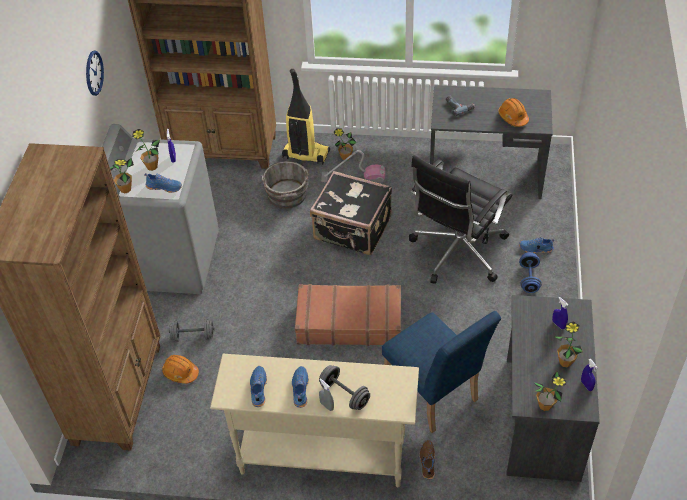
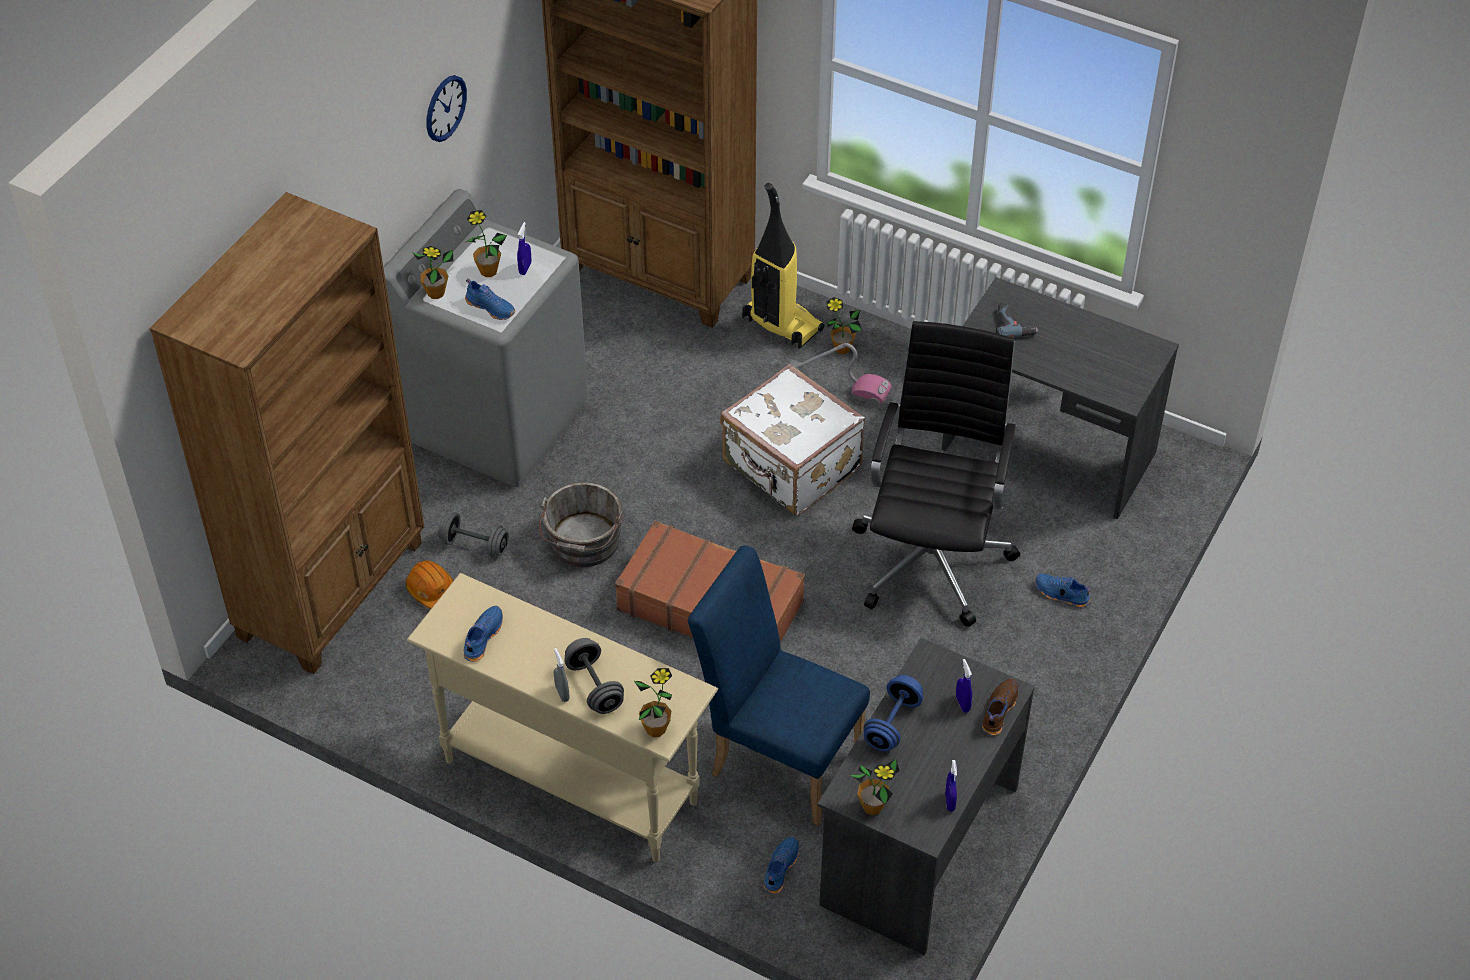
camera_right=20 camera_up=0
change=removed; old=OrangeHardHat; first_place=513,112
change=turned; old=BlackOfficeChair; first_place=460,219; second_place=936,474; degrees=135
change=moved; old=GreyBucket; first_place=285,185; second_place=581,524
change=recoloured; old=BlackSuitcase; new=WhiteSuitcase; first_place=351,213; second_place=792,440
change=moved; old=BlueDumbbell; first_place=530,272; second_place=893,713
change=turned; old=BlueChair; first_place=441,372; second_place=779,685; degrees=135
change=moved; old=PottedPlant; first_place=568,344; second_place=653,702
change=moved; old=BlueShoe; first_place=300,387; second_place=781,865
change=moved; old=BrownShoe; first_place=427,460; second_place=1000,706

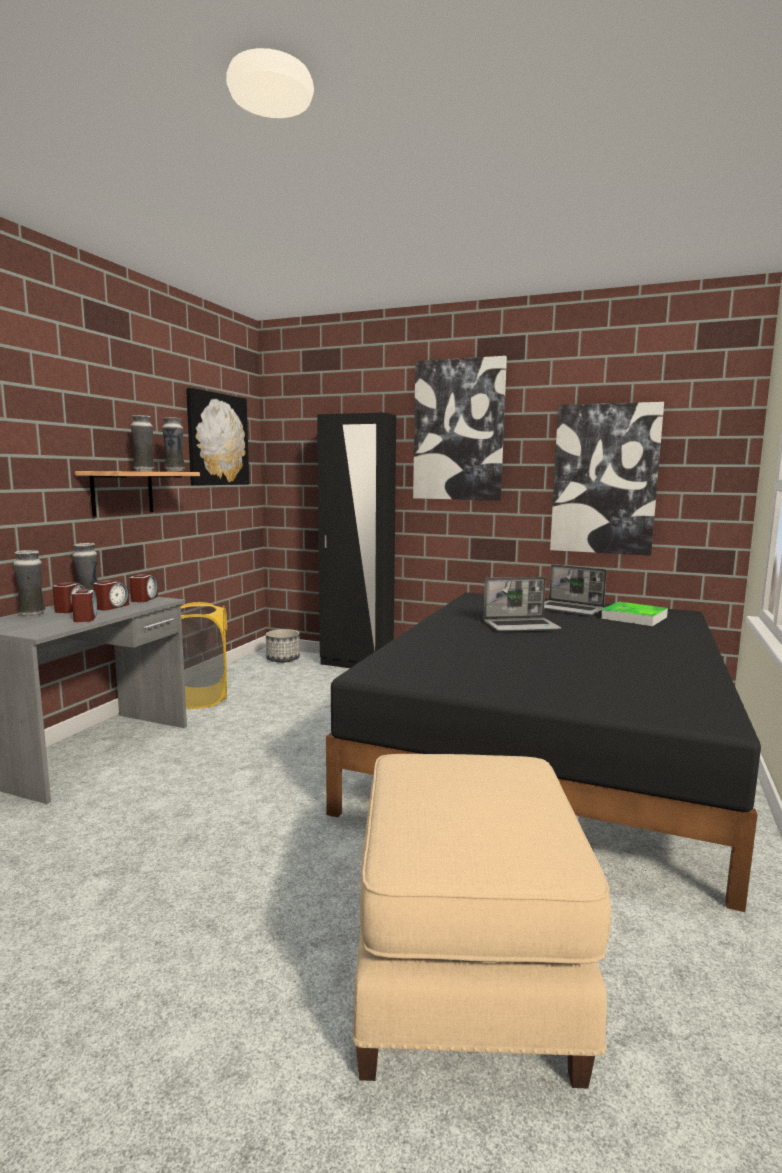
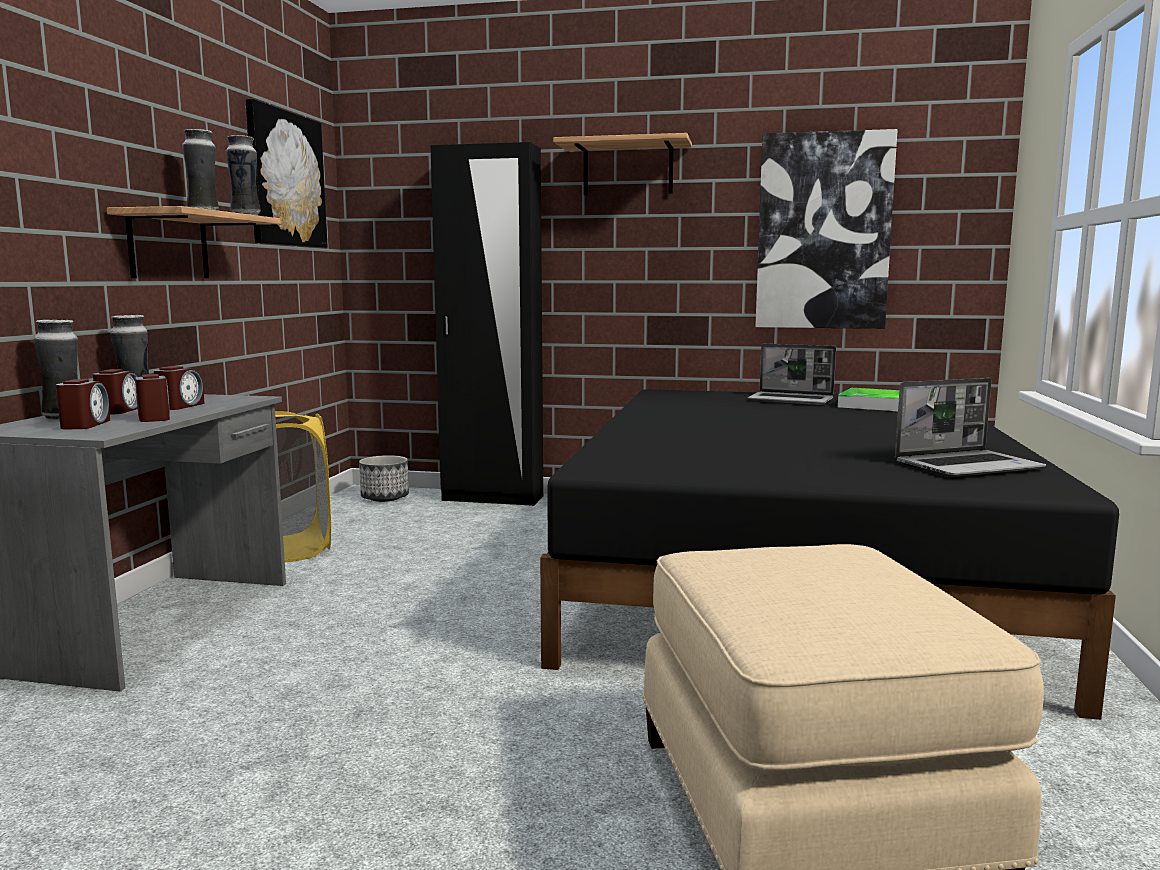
camera_right=-10 camera_up=0
change=replaced; old=Picture; new=Shelf; first_place=460,428; second_place=622,164
change=moved; old=AlarmClock; first_place=144,588; second_place=83,404
change=moved; old=Laptop; first_place=522,604; second_place=970,427

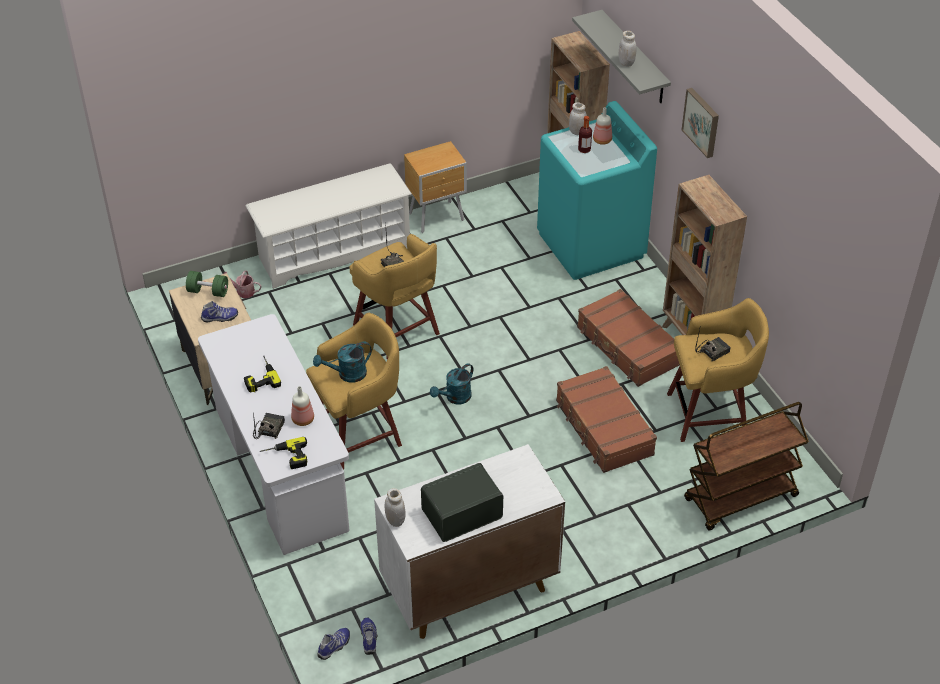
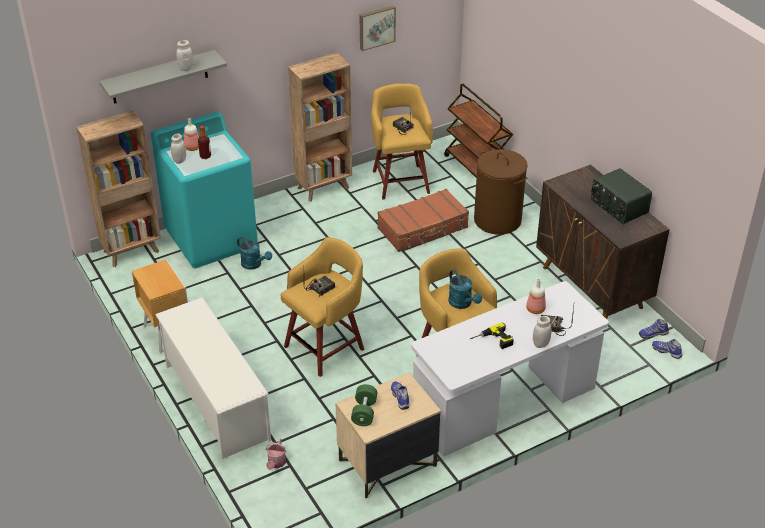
camera_right=-95 camera_up=-5
change=moved; old=Picture; first_place=700,123; second_place=378,28
change=removed; old=BrownSuitcase; first_place=628,338
change=moved; old=TurquoiseWateringCan; first_place=451,383; second_place=254,253
change=removed; old=PowerDrill; first_place=283,453
change=recoloured; old=WhiteCabinet; new=BrownCabinet; first_place=469,541; second_place=603,242
change=moved; old=WhiteJar; first_place=395,507; second_place=542,332
change=added; new=BrownLaundryBasket; second_place=501,192

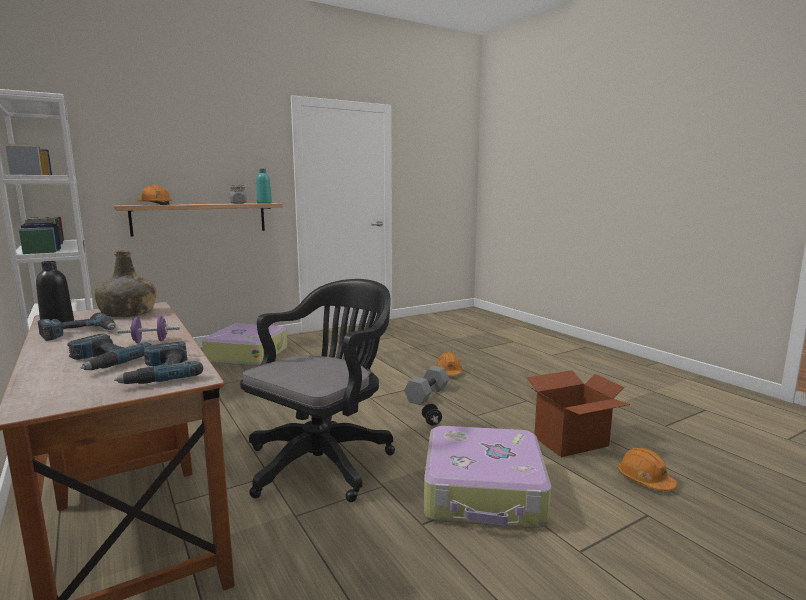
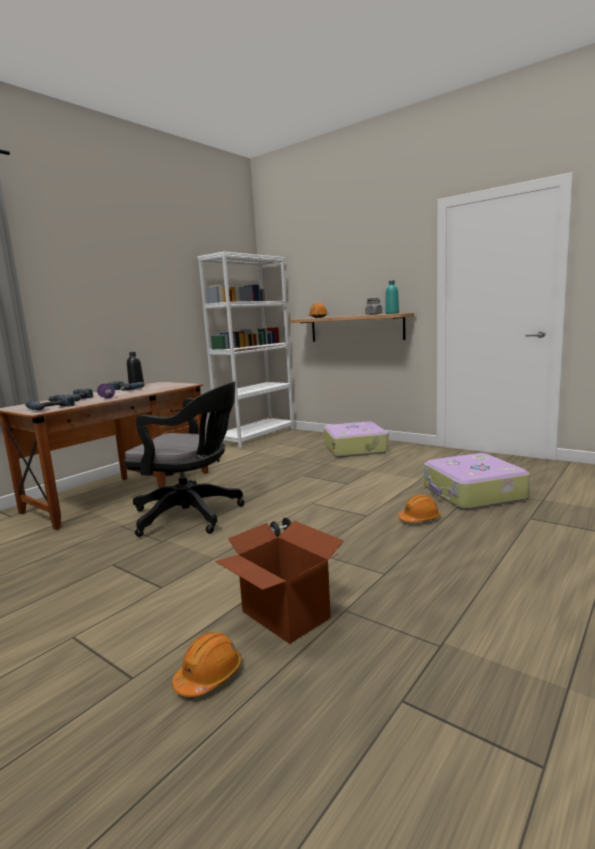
camera_right=70 camera_up=0
change=removed; old=GreenBottle; first_place=125,284
change=removed; old=GreyDumbbell; first_place=426,385
change=moved; old=Suitcase; first_place=487,477; second_place=477,481

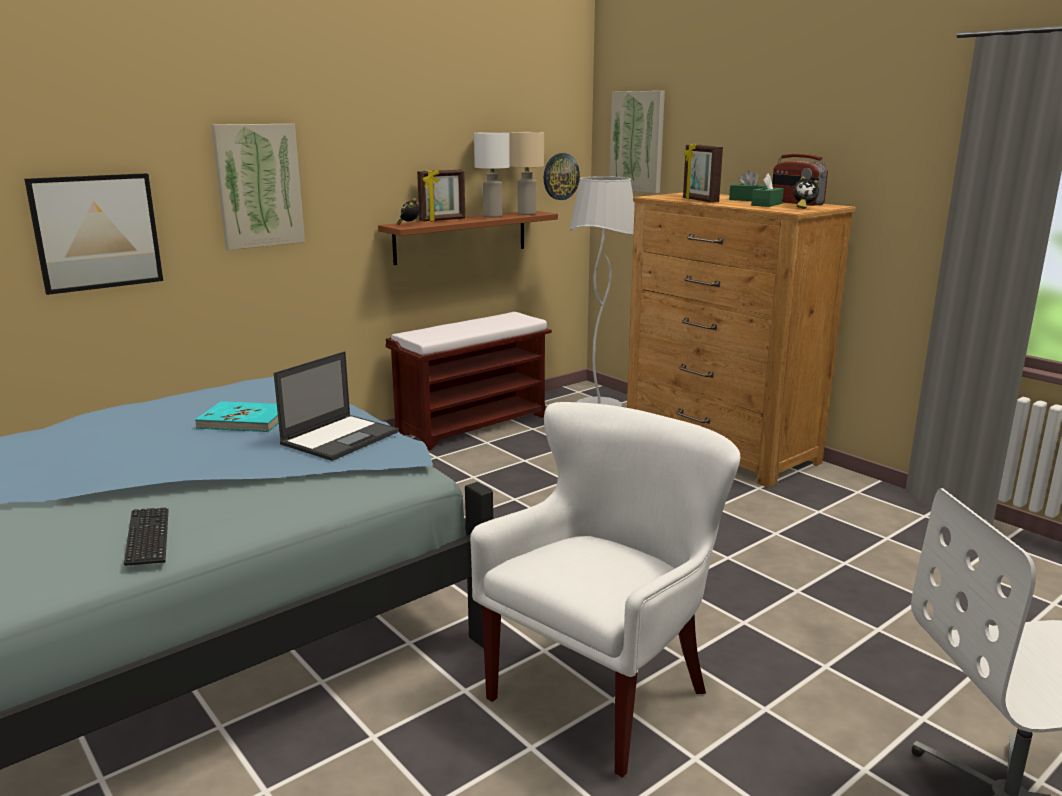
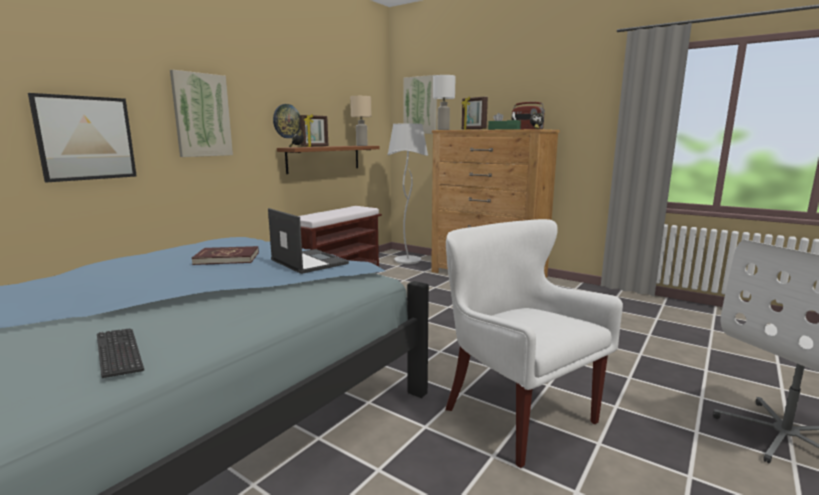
camera_right=-15 camera_up=-5
change=moved; old=WhiteTableLamp; first_place=492,175; second_place=444,102
change=moved; old=WallClock; first_place=562,176; second_place=286,121
change=turned; old=Laptop; first_place=336,406; second_place=308,241; degrees=-60
change=recoloured; old=TurquoiseBook; new=RedBook; first_place=237,416; second_place=225,255
change=turned; old=WhiteArmchair; first_place=605,590; second_place=534,343; degrees=-60
change=moved; old=Keyboard; first_place=146,537; second_place=120,353

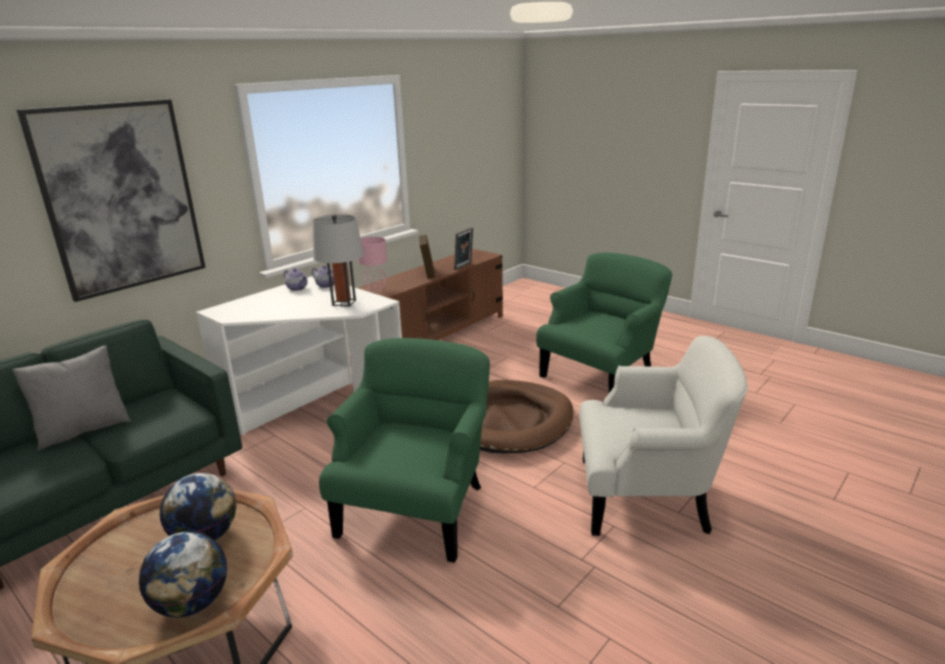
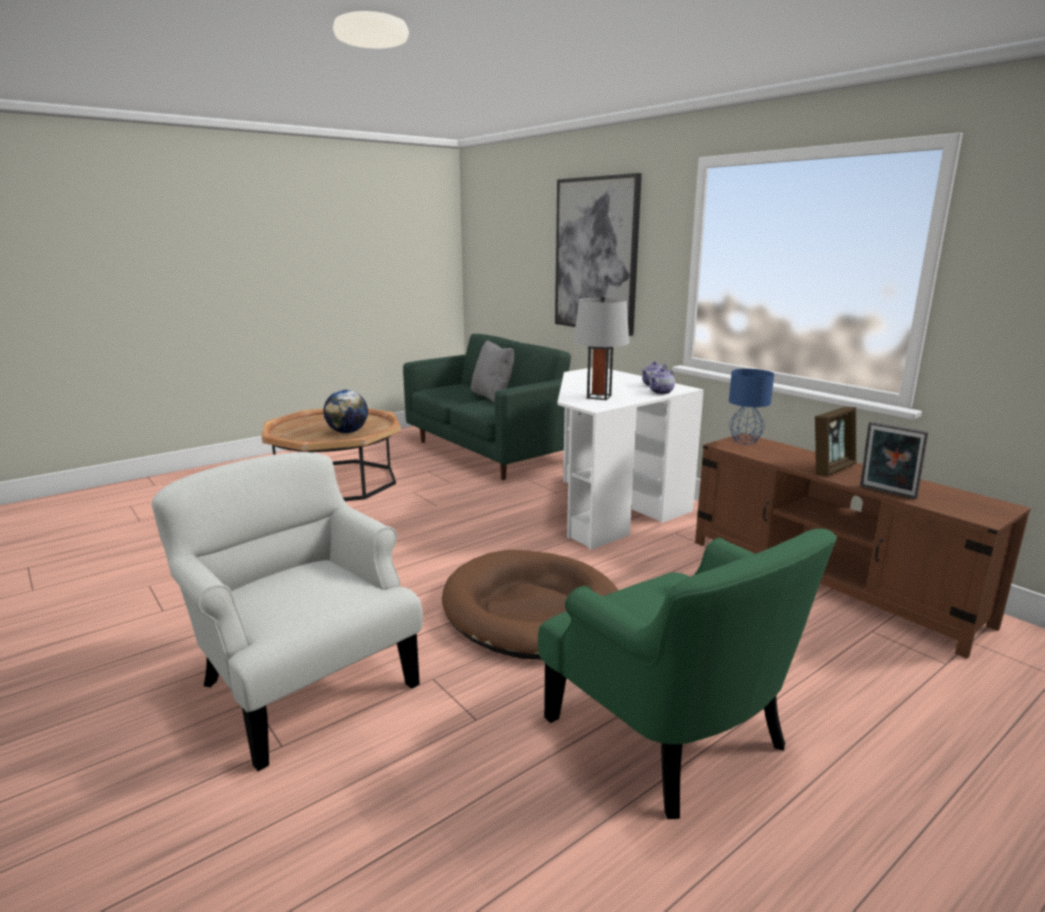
camera_right=100 camera_up=-5
change=turned; old=PictureFrame; first_place=427,257; second_place=836,441; degrees=-45
change=recoloured; old=PinkTableLamp; new=BlueTableLamp; first_place=372,264; second_place=751,407
change=turned; old=WhiteArmchair; first_place=663,436; second_place=287,611; degrees=120
change=removed; old=GreenArmchair; first_place=404,450
change=removed; old=Globe; first_place=183,574

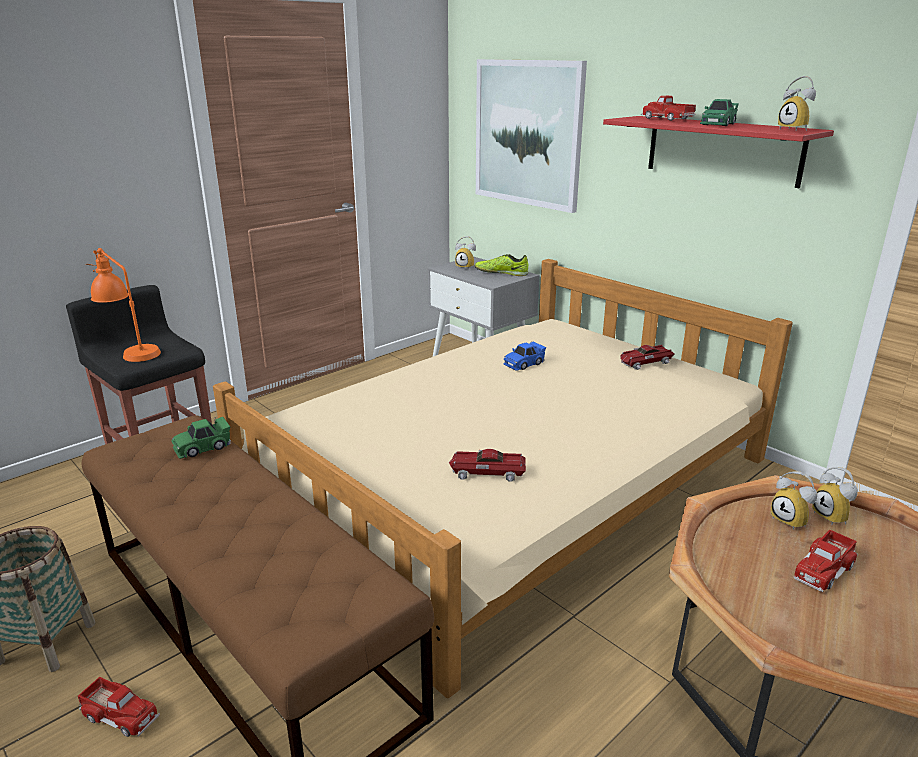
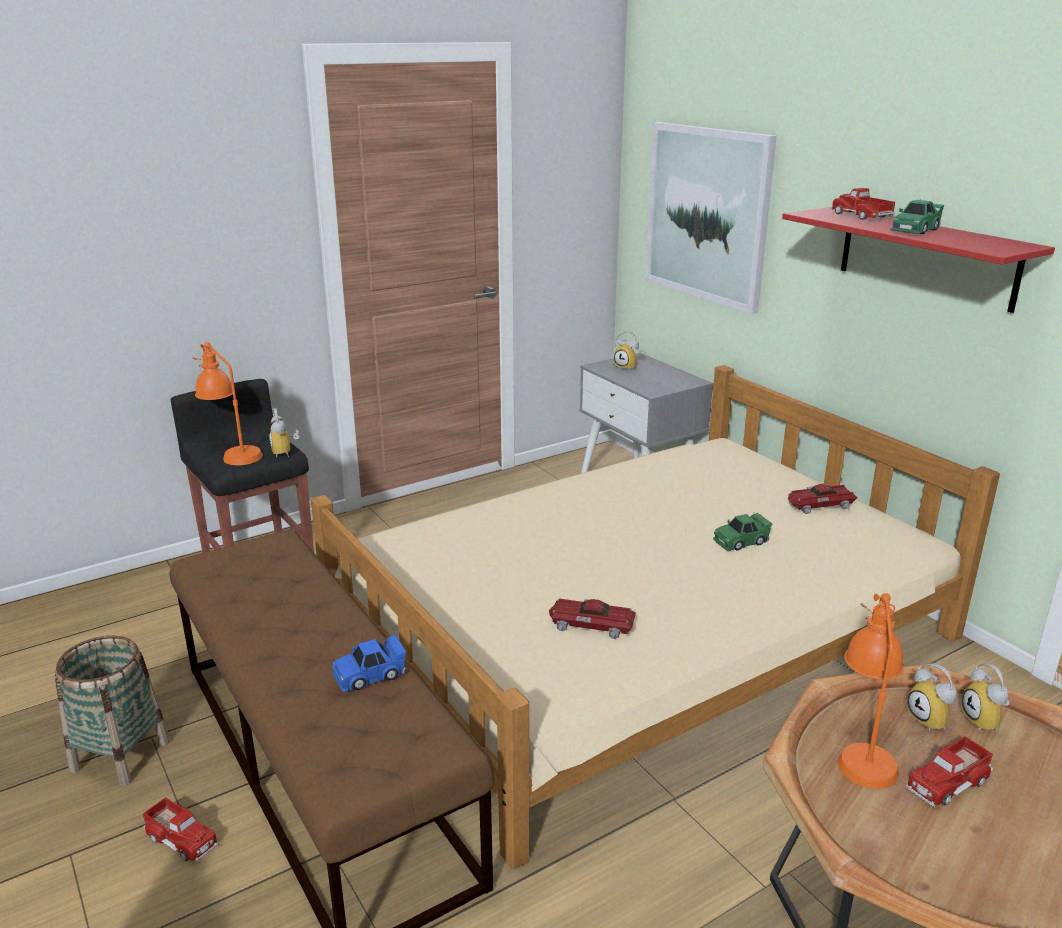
camera_right=10 camera_up=0
change=moved; old=AlarmClock; first_place=797,103; second_place=284,432
change=removed; old=Shoe; first_place=501,265
change=moved; old=BlueToyCar; first_place=524,356; second_place=369,663
change=moved; old=GreenToyCar; first_place=201,438; second_place=742,532
change=added; new=OrangeTableLamp; second_place=871,691

